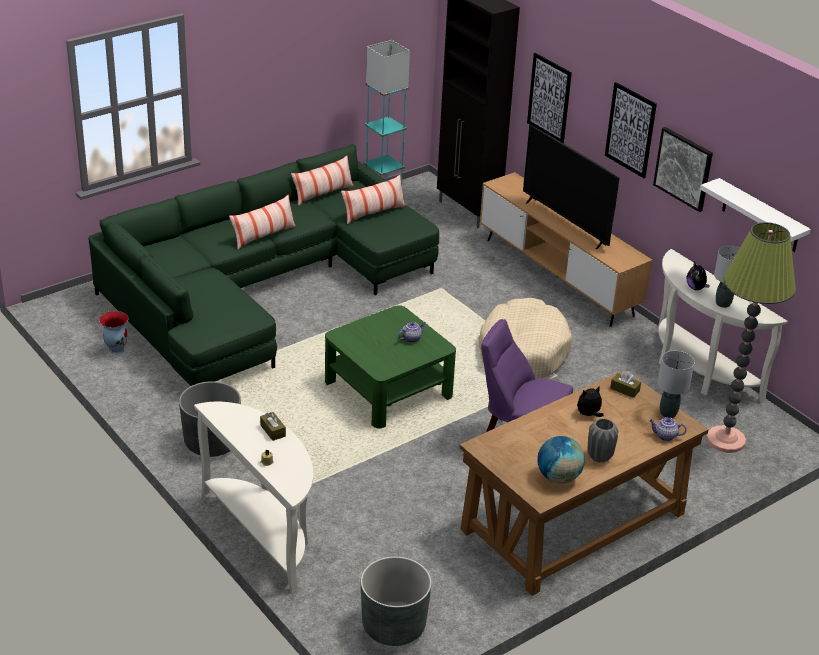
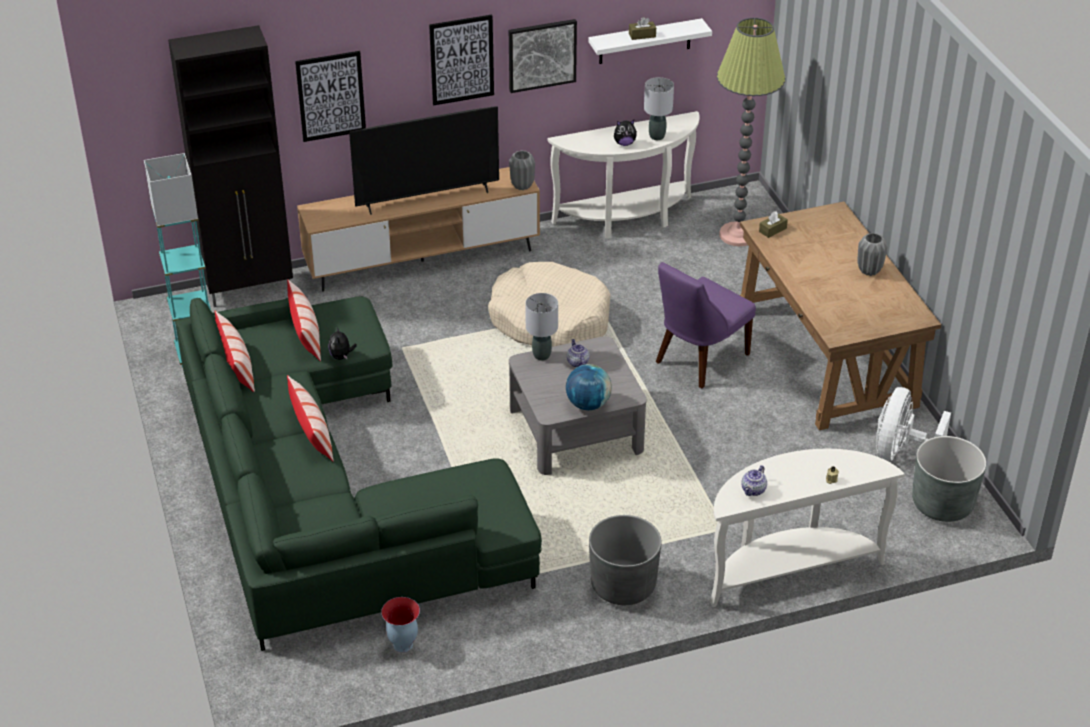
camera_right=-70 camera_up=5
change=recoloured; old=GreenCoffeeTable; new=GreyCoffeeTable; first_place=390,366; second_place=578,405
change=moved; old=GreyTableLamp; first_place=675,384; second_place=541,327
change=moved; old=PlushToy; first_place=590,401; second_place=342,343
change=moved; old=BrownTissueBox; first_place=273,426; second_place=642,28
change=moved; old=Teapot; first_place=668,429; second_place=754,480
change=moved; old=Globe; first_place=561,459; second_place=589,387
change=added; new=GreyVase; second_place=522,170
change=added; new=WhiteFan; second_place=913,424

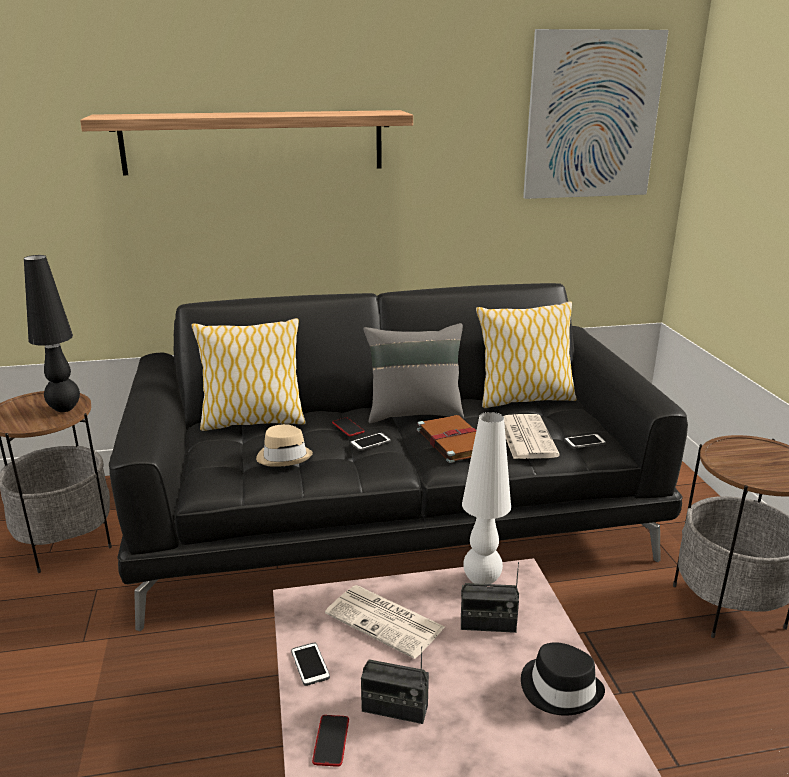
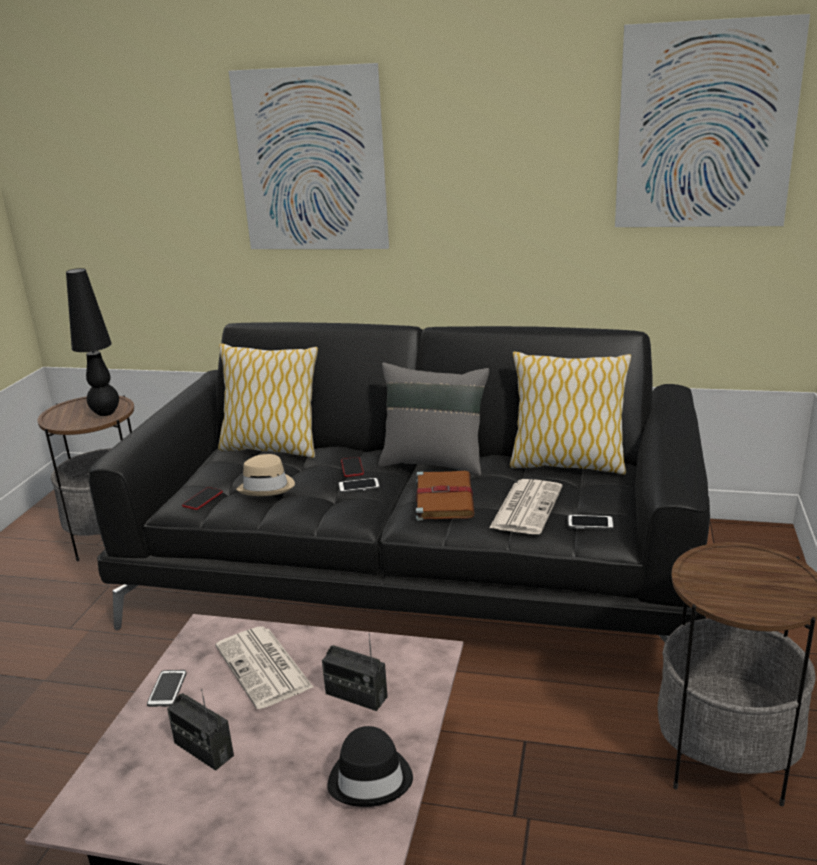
camera_right=25 camera_up=0
change=replaced; old=Shelf; new=Picture; first_place=246,142; second_place=309,156
change=removed; old=WhiteTableLamp; first_place=486,498
change=moved; old=Phone; first_place=330,741; second_place=202,498

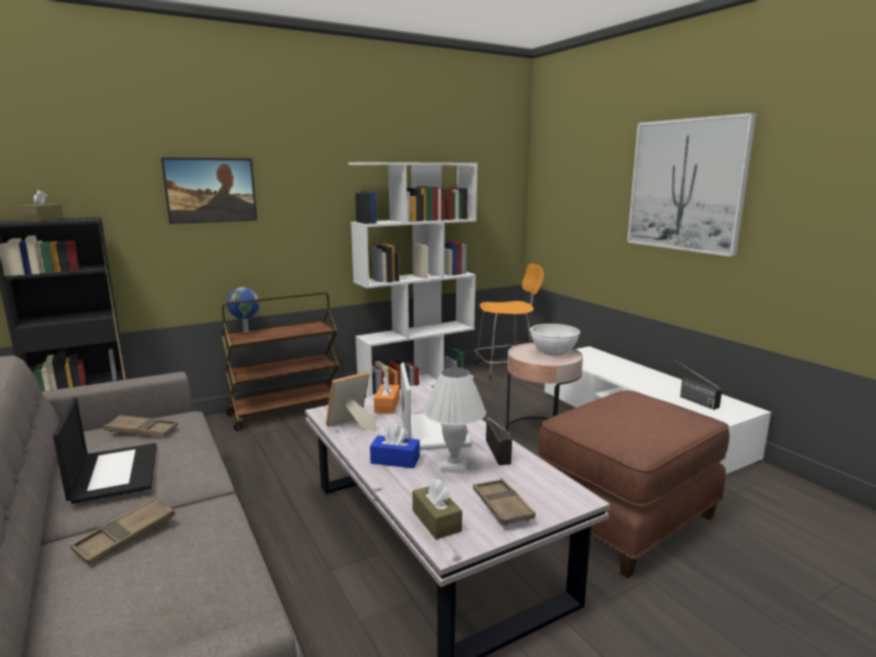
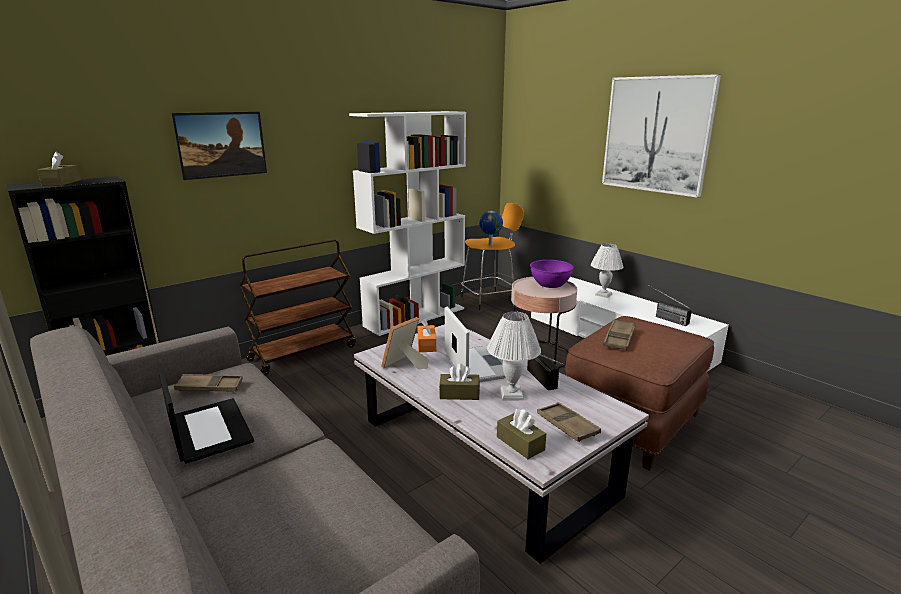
camera_right=-10 camera_up=5
change=moved; old=Globe; first_place=243,310; second_place=491,228
change=recoloured; old=WhiteBowl; new=PurpleBowl; first_place=555,339; second_place=552,274
change=recoloured; old=BlueTissueBox; new=BrownTissueBox; first_place=395,446; second_place=459,382
change=moved; old=BrownTray; first_place=122,531; second_place=619,334
change=added; new=WhiteTableLamp; second_place=607,270

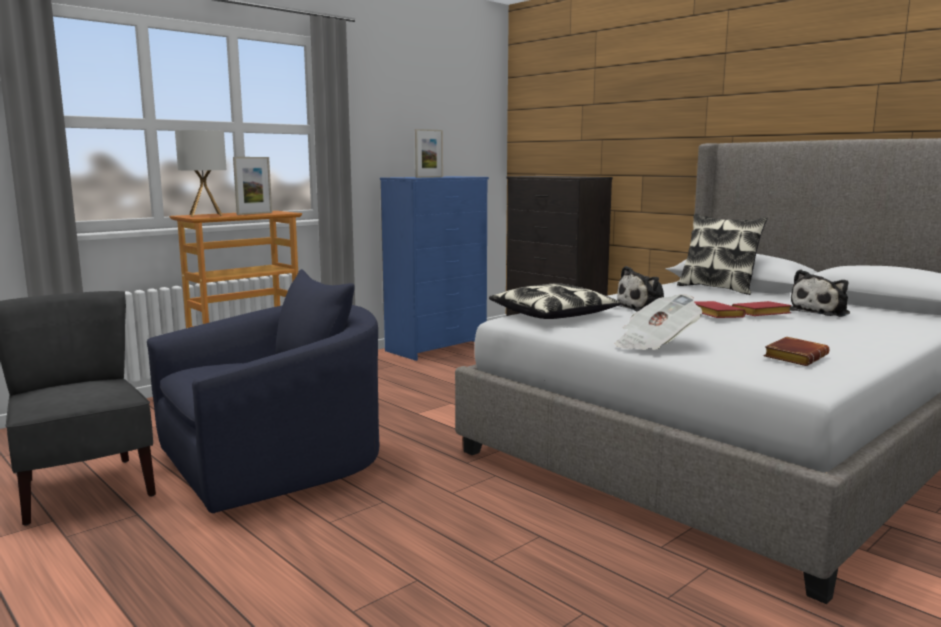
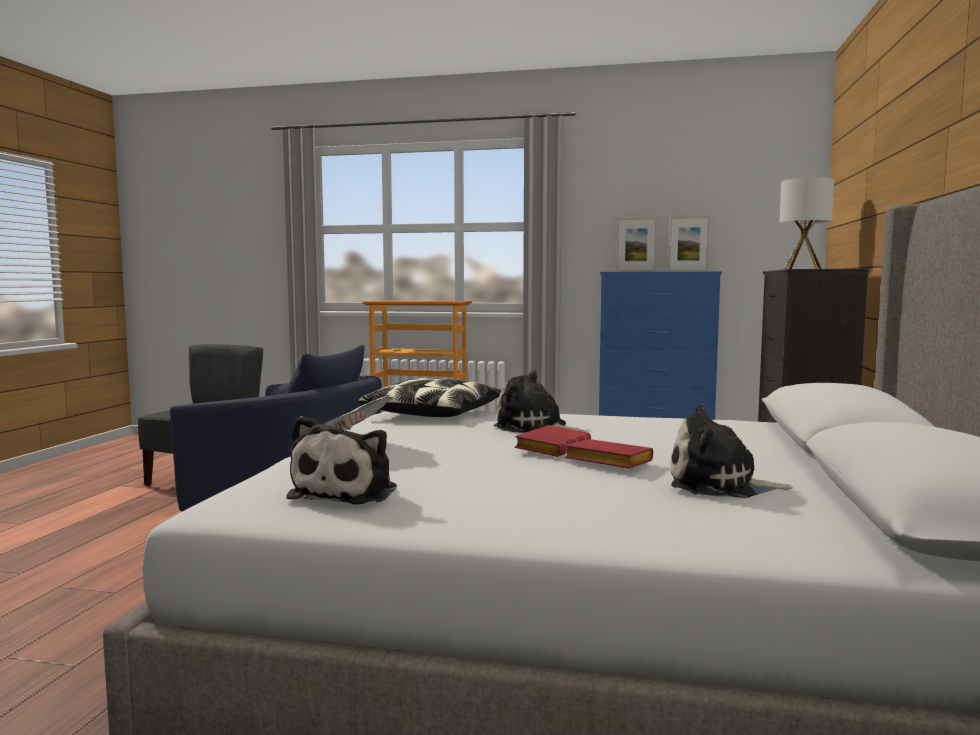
camera_right=55 camera_up=-5
change=moved; old=TableLamp; first_place=201,173; second_place=806,223
change=moved; old=PictureFrame; first_place=252,186; second_place=689,244
change=removed; old=Pillow; first_place=722,254
change=replaced; old=BrownBook; new=PlushToy; first_place=796,351; second_place=341,460

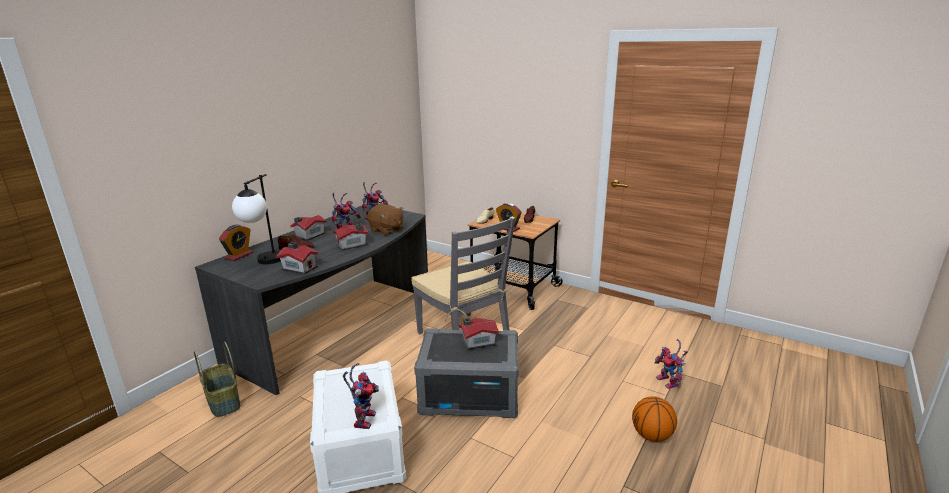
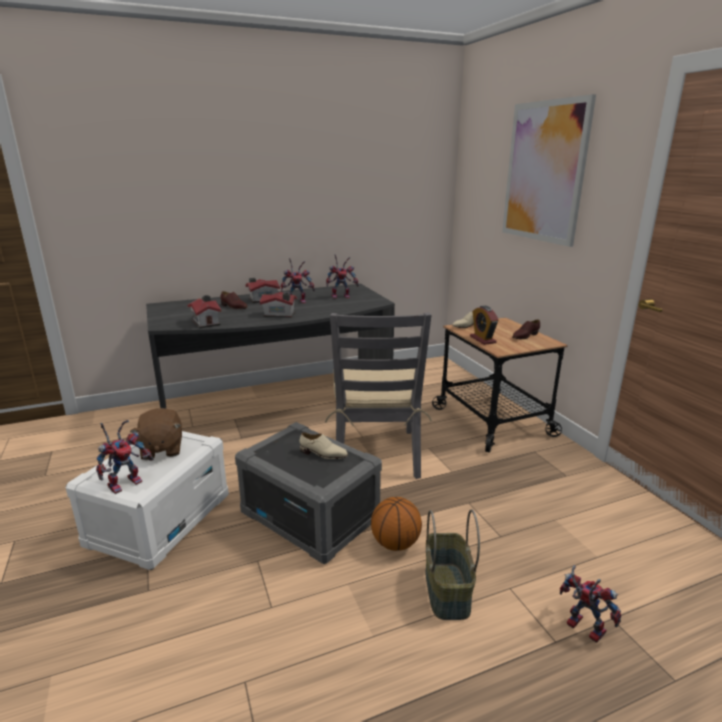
camera_right=35 camera_up=0
change=removed; old=TableLamp; first_place=256,219
change=moved; old=BrownPlushToy; first_place=385,219; second_place=156,434
change=removed; old=AlarmClock; first_place=236,243
change=replaced; old=ToyHouse; new=BeigeShoe; first_place=479,334; second_place=323,446
change=turned; old=ToyRobot; first_place=671,364; second_place=590,604; degrees=120
change=moved; old=Basket; first_place=217,379; second_place=453,564
change=moved; old=Basketball; first_place=654,419; second_place=396,524
change=added; new=Picture; second_place=549,170

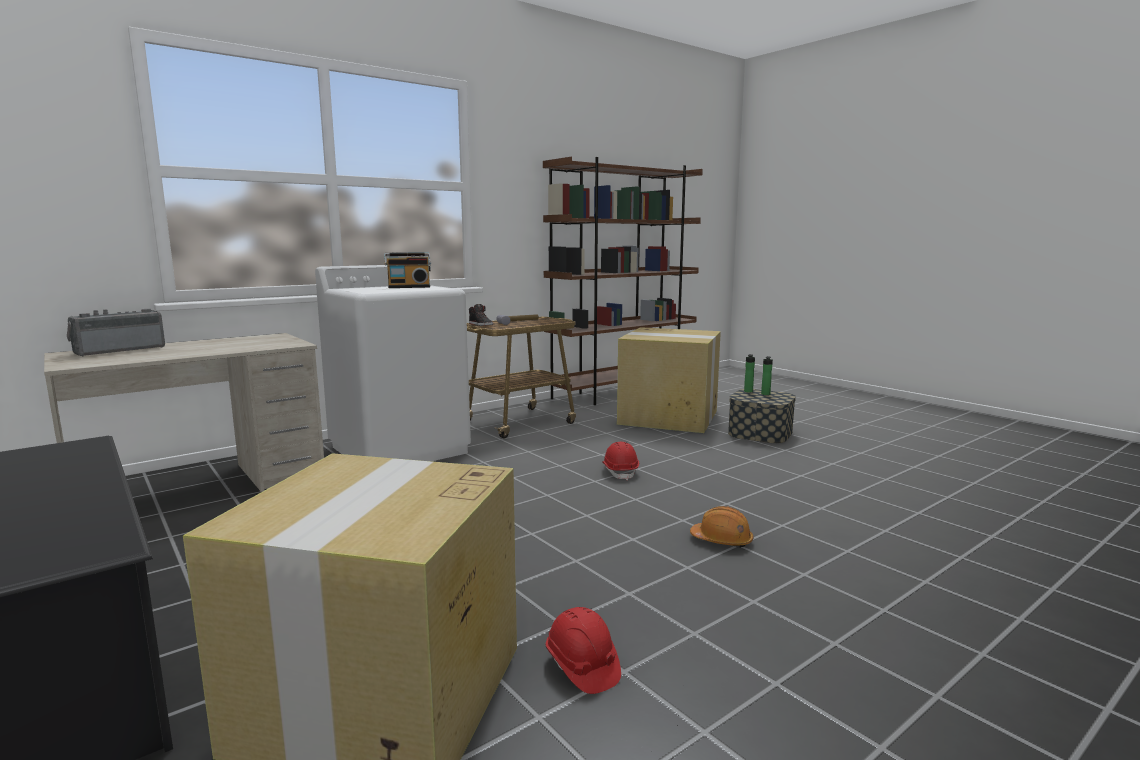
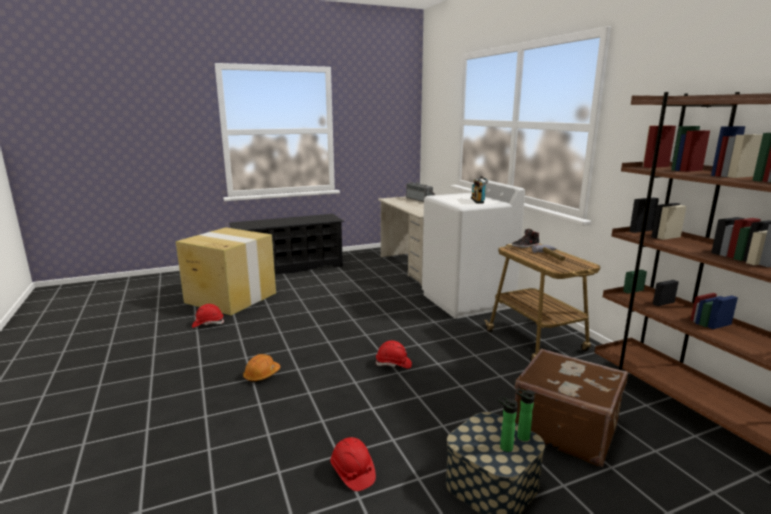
camera_right=105 camera_up=5
change=replaced; old=CardboardBox; new=BrownSuitcase; first_place=669,380; second_place=571,407
change=added; new=RedHardHat; second_place=353,464

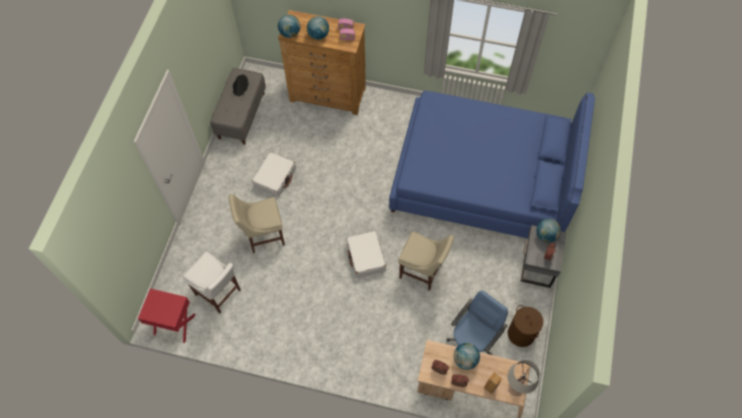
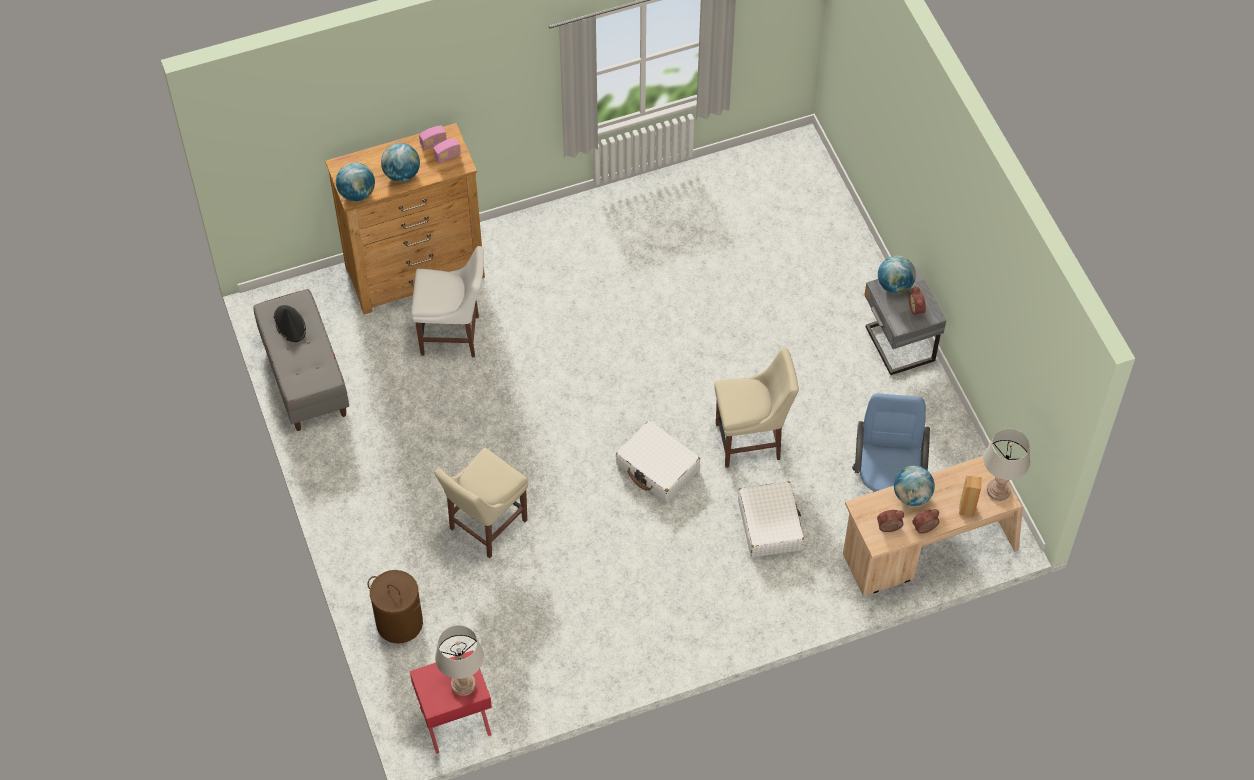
camera_right=-35 camera_up=-5
change=removed; old=BlueBed; first_place=492,164
change=moved; old=WhiteSuitcase; first_place=274,174; second_place=771,519
change=moved; old=WhiteChair; first_place=212,282; second_place=447,301
change=moved; old=BrownLaundryBasket; first_place=525,326; second_place=395,607
change=added; new=GreyTableLamp; second_place=459,660

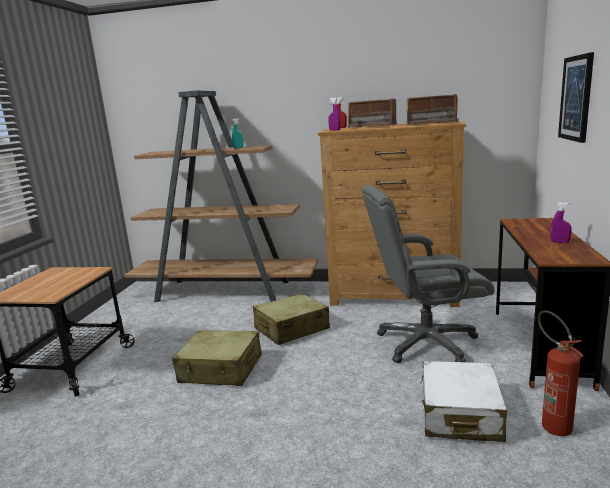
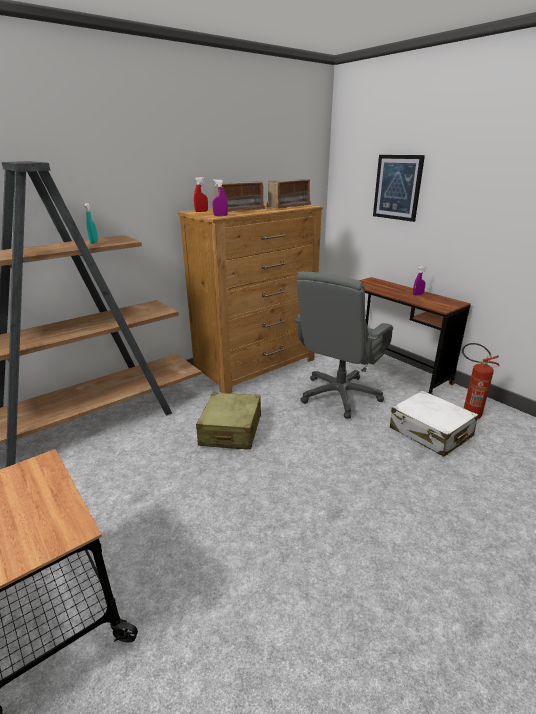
camera_right=-50 camera_up=10
change=removed; old=BeigeSuitcase; first_place=217,358

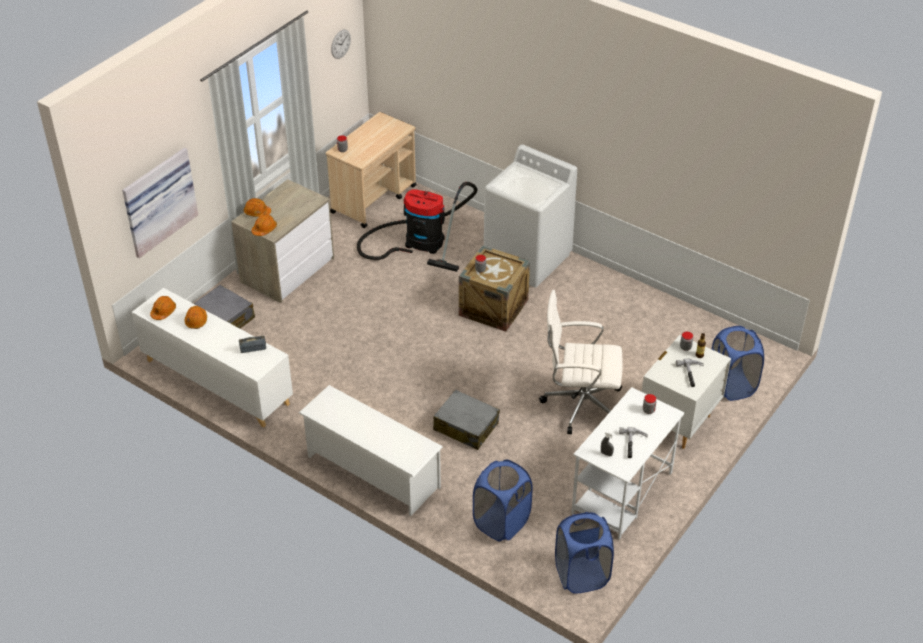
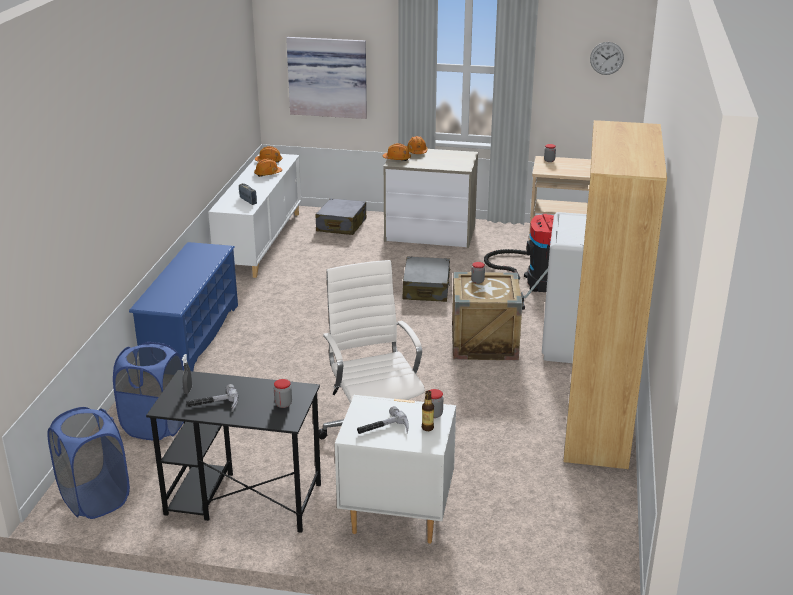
camera_right=65 camera_up=-15
change=removed; old=BlueLaundryBasket; first_place=738,363
change=recoloured; old=WhiteShoeRack; new=BlueShoeRack; first_place=371,450; second_place=183,306
change=recoloured; old=WhiteDesk; new=BlackDesk; first_place=628,463; second_place=233,451
change=moved; old=GreySuitcase; first_place=466,420; second_place=426,279
change=added; new=BrownBookcase; second_place=615,294

